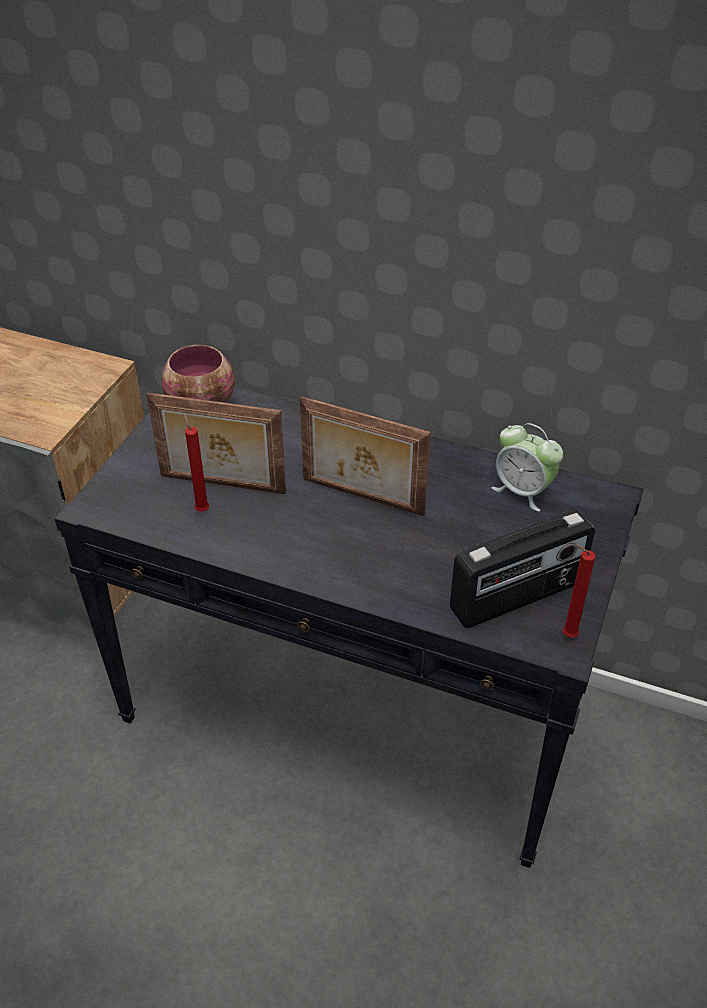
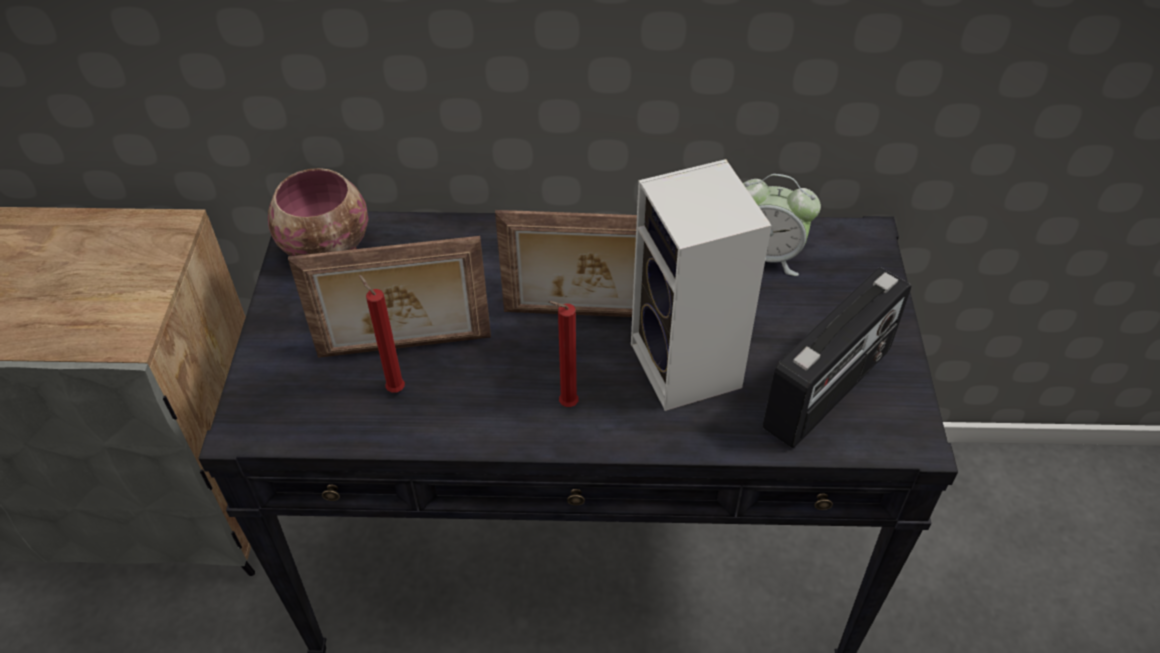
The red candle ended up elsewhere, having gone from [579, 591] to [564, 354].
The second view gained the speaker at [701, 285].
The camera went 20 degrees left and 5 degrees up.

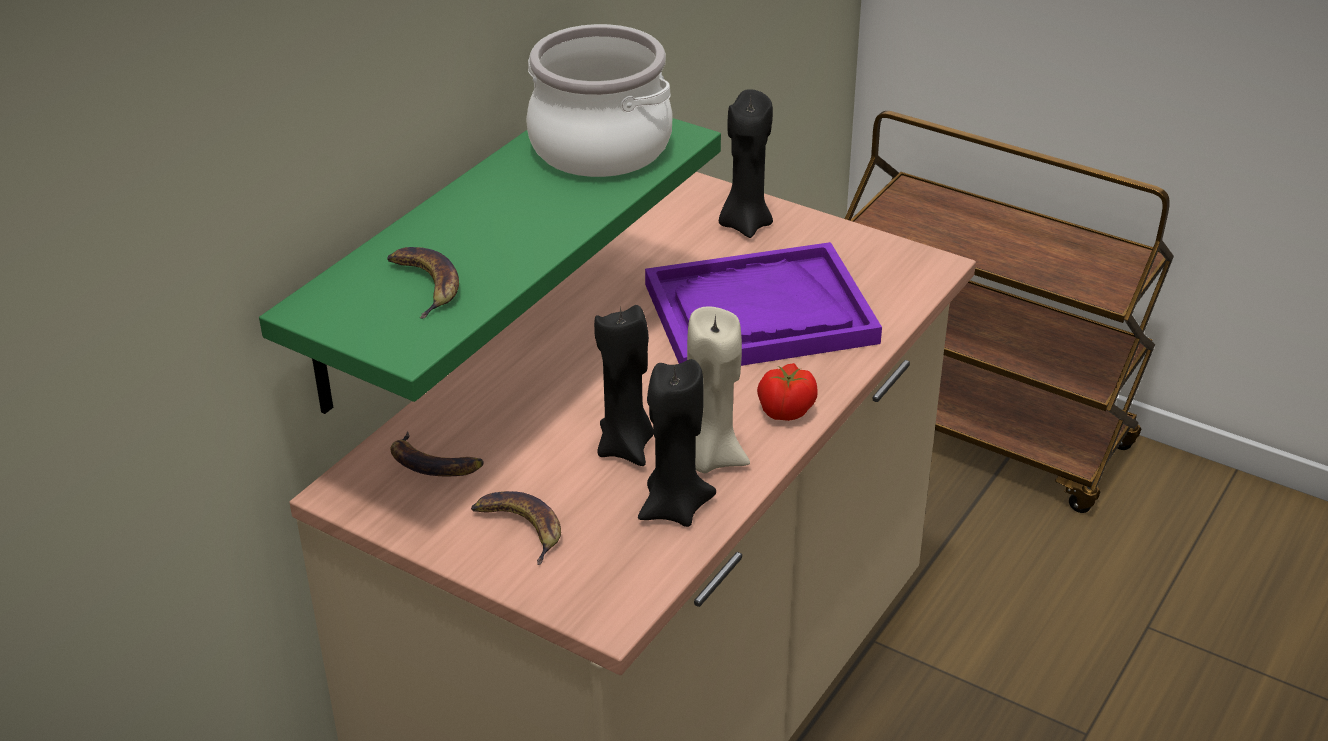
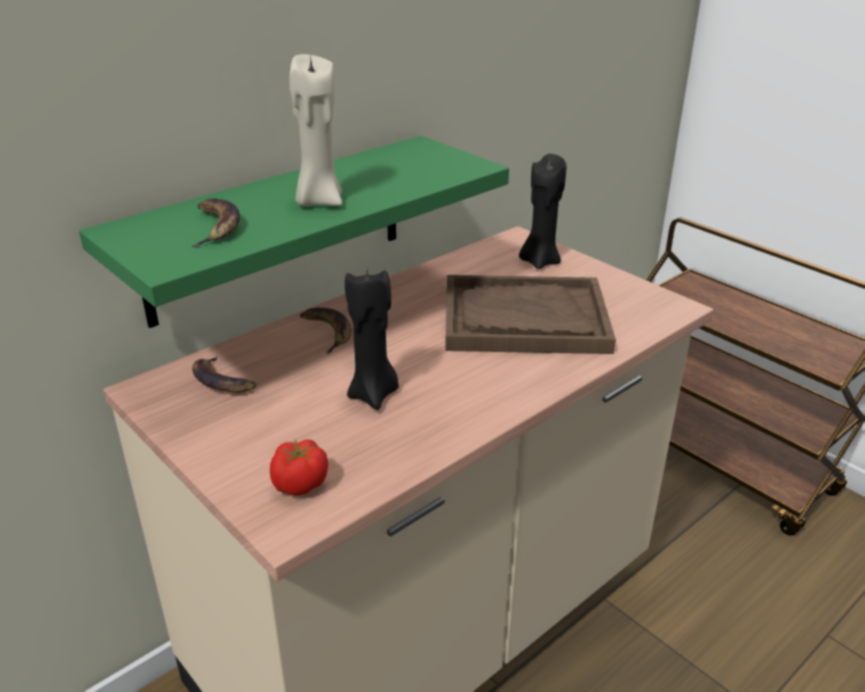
The banana ended up elsewhere, having gone from [516, 528] to [326, 330].
The second view lost the cooking pot at [599, 100].
The second view lost the black candle at [677, 443].
What was the purple tray at [763, 304] turned into the brown tray at [530, 314].
The beige candle ended up elsewhere, having gone from [718, 389] to [315, 130].
The tomato ended up elsewhere, having gone from [787, 392] to [299, 467].
The camera went 15 degrees right and 5 degrees down.

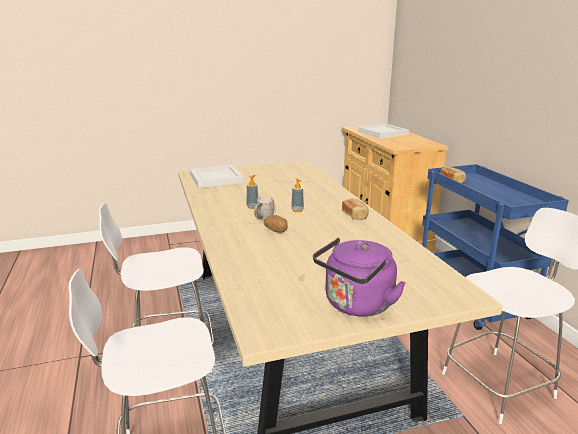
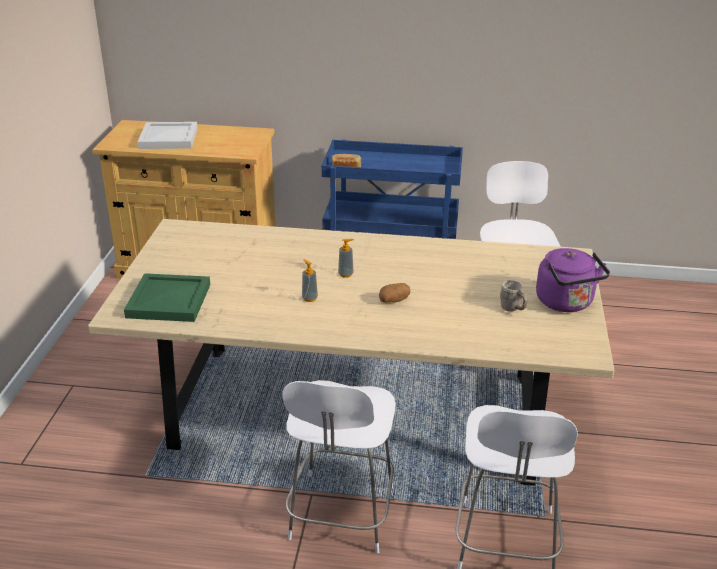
What was the white tray at [217, 176] turned into the green tray at [167, 297].
The grey mug ended up elsewhere, having gone from [264, 208] to [513, 295].
The second view lost the bread at [355, 209].
The camera went 65 degrees left and 10 degrees up.

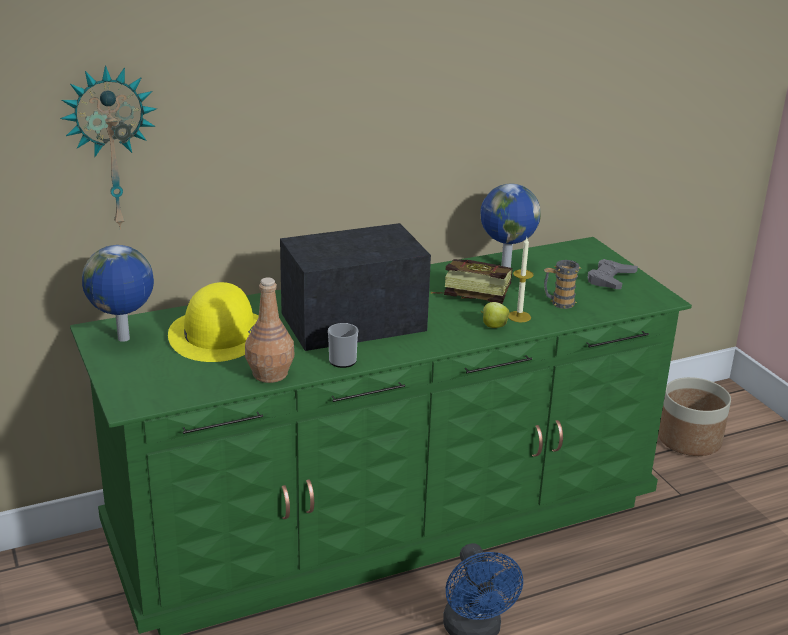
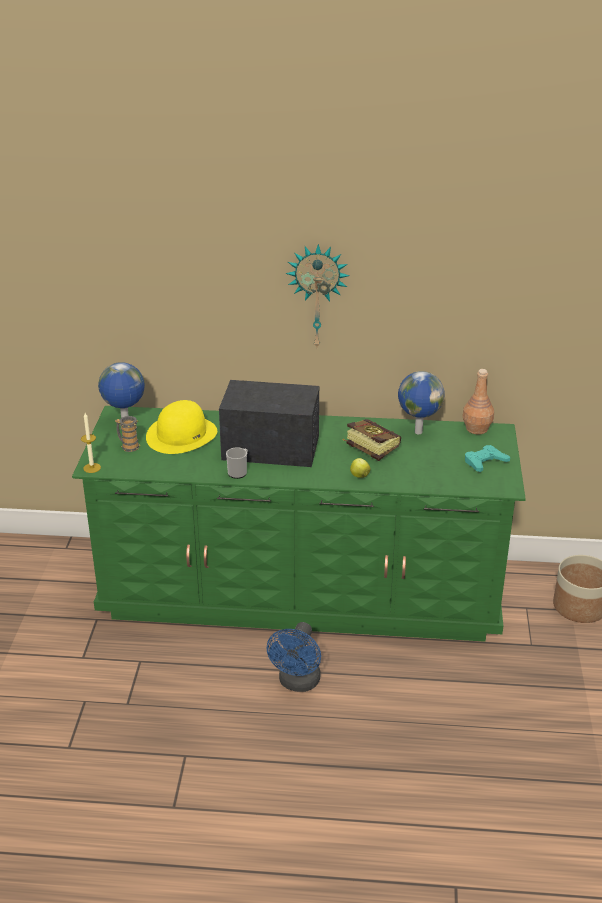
The wall clock ended up elsewhere, having gone from [108, 147] to [318, 296].
The brown bottle ended up elsewhere, having gone from [269, 330] to [478, 402].
The candle ended up elsewhere, having gone from [521, 279] to [91, 443].
The mug ended up elsewhere, having gone from [562, 284] to [127, 434].
What was the grey game controller at [612, 274] turned into the turquoise game controller at [487, 458].
The camera went 30 degrees right and 5 degrees up.

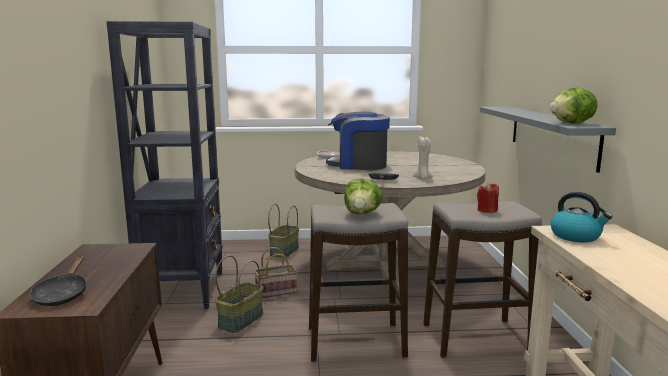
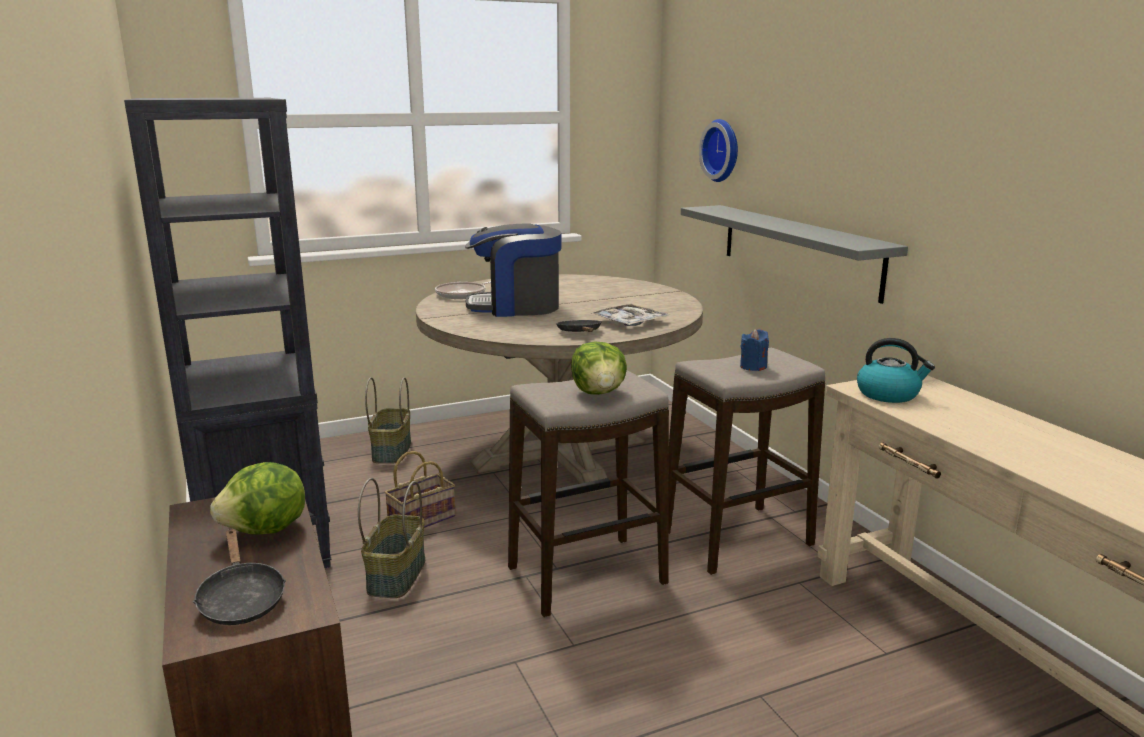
Where the beige candle stood at [423, 157], the tray came to stand at [629, 315].
What was the red candle at [488, 198] turned into the blue candle at [754, 350].
The lettuce ended up elsewhere, having gone from [574, 105] to [257, 498].
The second view gained the wall clock at [718, 150].
The camera went 20 degrees left and 5 degrees up.

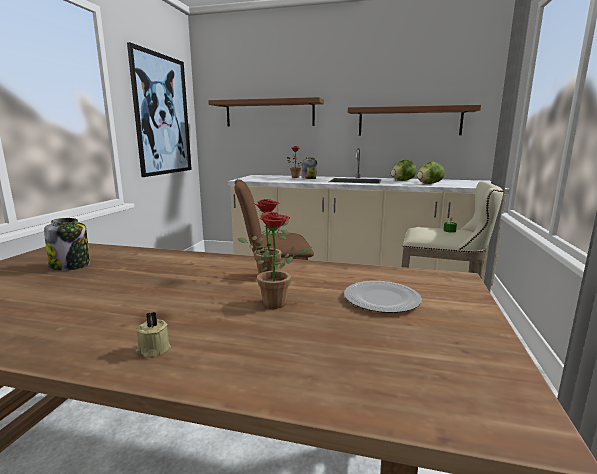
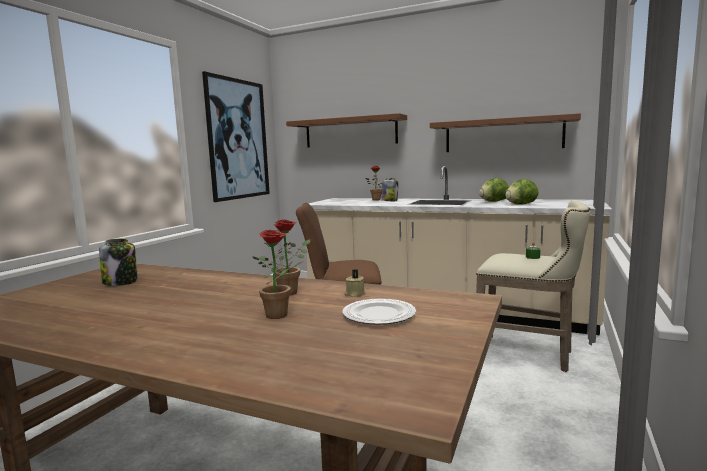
The beige candle ended up elsewhere, having gone from [153, 335] to [354, 283].
The camera went 10 degrees right and 5 degrees down.

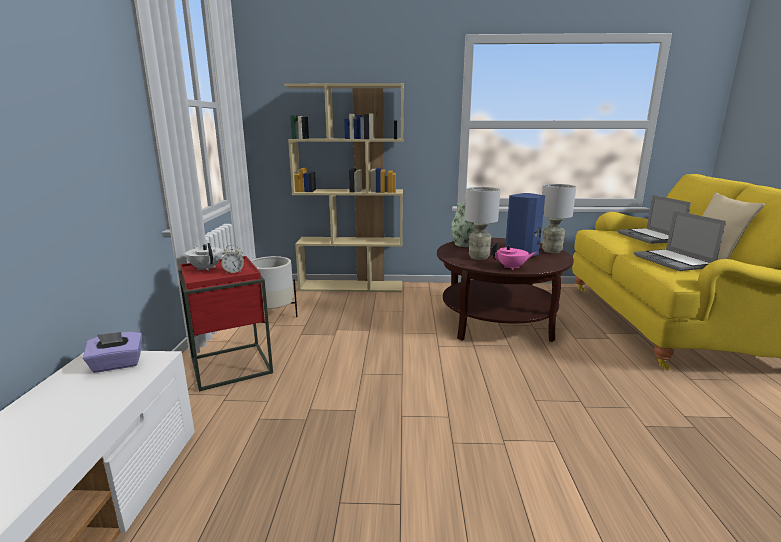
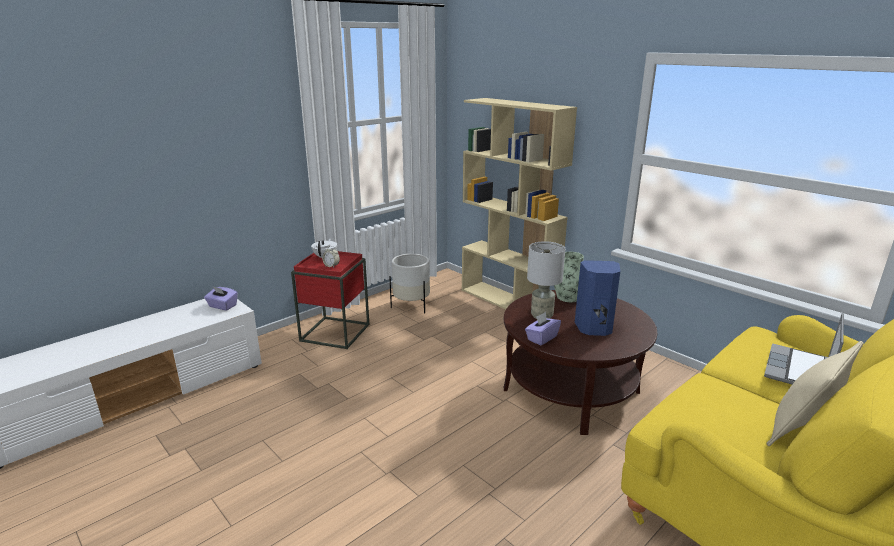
Where the pink teapot stood at [514, 256], the purple tissue box came to stand at [543, 328].
The second view lost the grey table lamp at [559, 218].
The second view lost the laptop at [680, 240].
The camera went 45 degrees right and 5 degrees up.

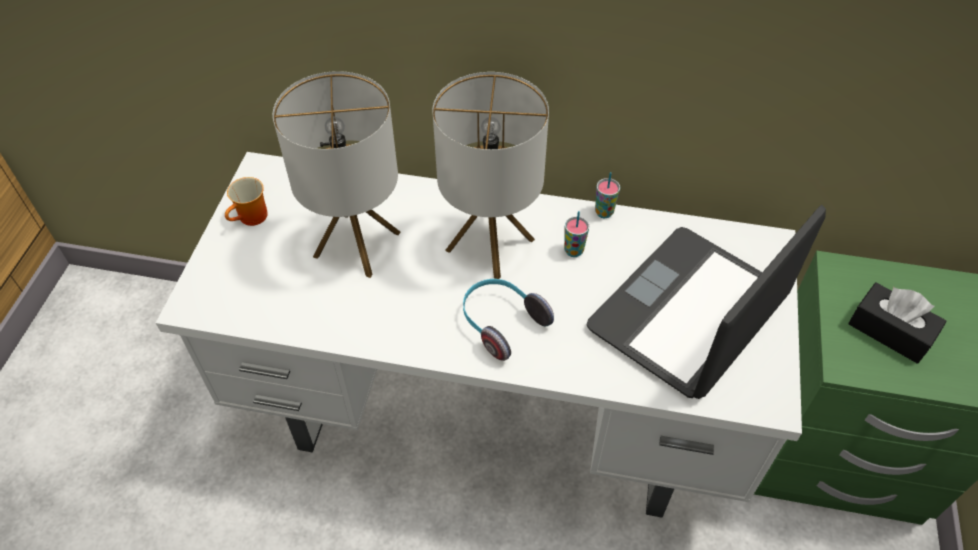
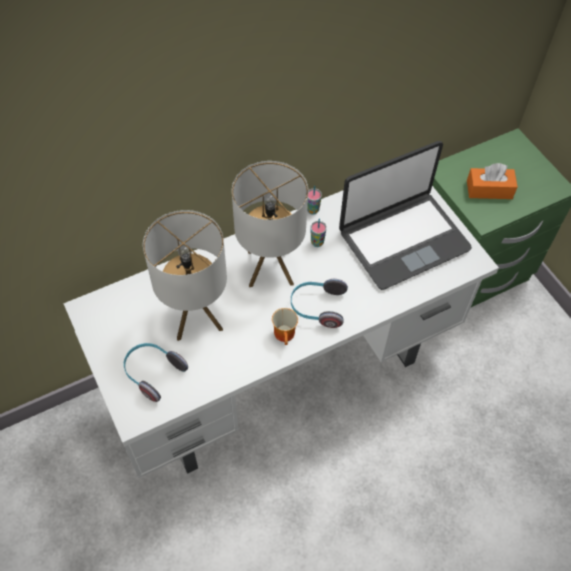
The mug ended up elsewhere, having gone from [246, 201] to [285, 326].
The laptop at [706, 302] ended up facing another way, 120 degrees counterclockwise from before.
What was the black tissue box at [897, 323] turned into the orange tissue box at [492, 181].
The second view gained the headphones at [156, 372].
The camera went 40 degrees left and 5 degrees up.

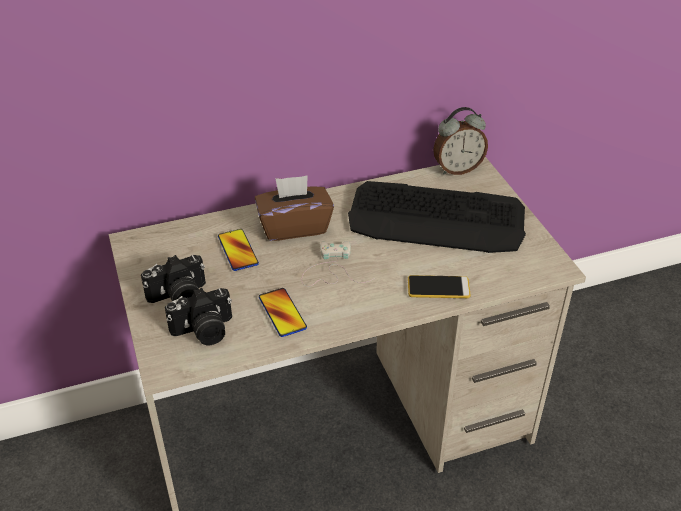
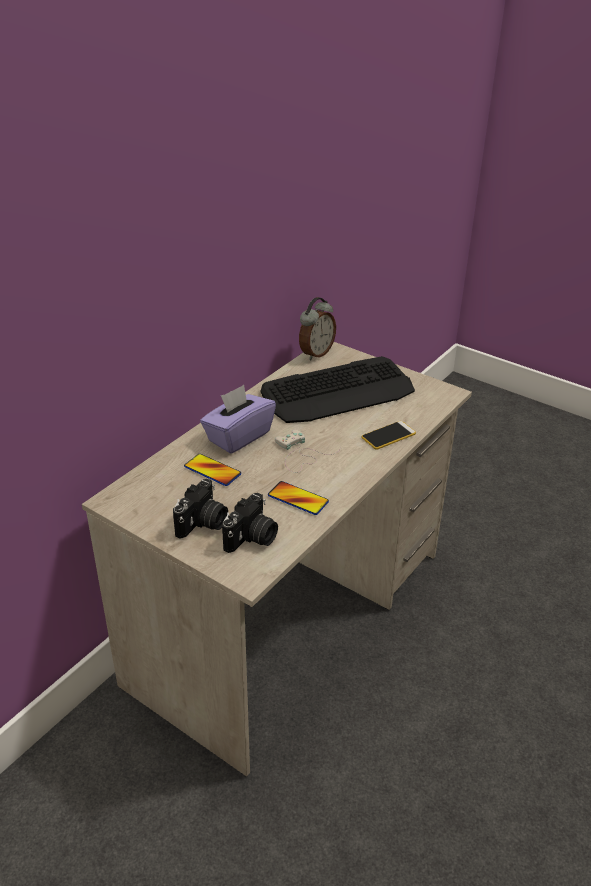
What was the brown tissue box at [294, 208] turned into the purple tissue box at [238, 419].
The camera went 35 degrees left and 5 degrees down.

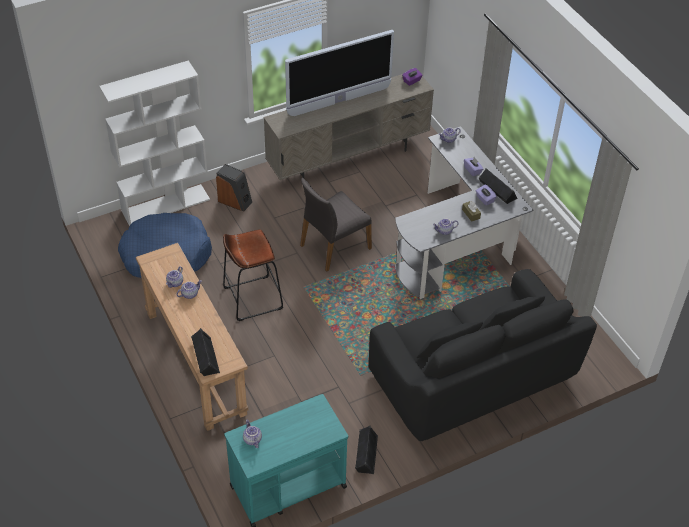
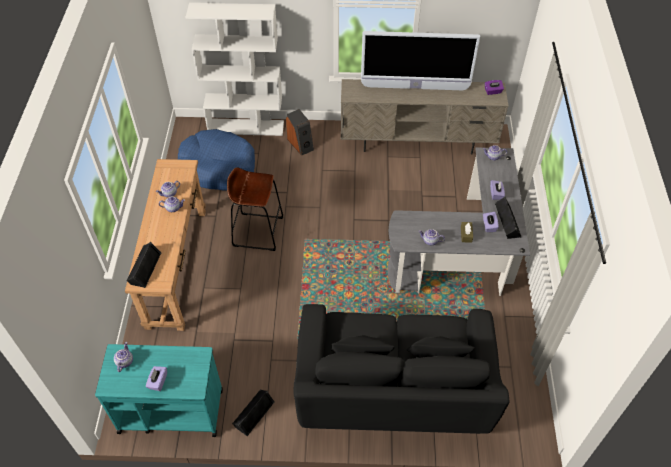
The second view lost the grey chair at [336, 224].
The second view gained the purple tissue box at [156, 378].
The camera went 30 degrees right and 5 degrees up.

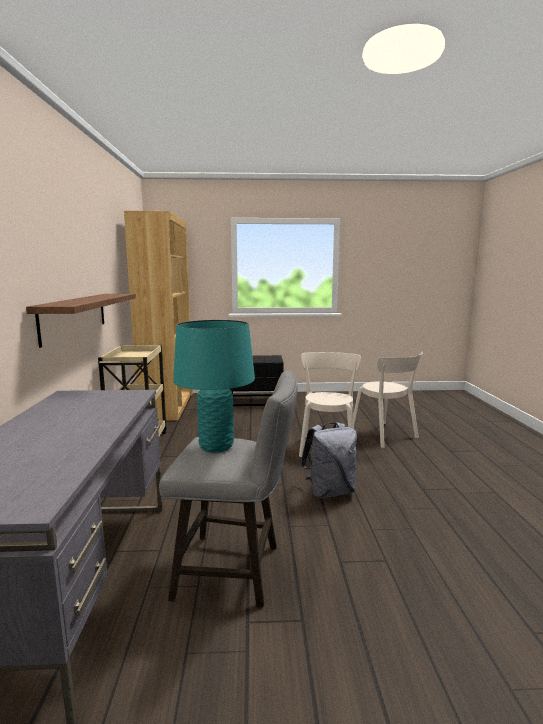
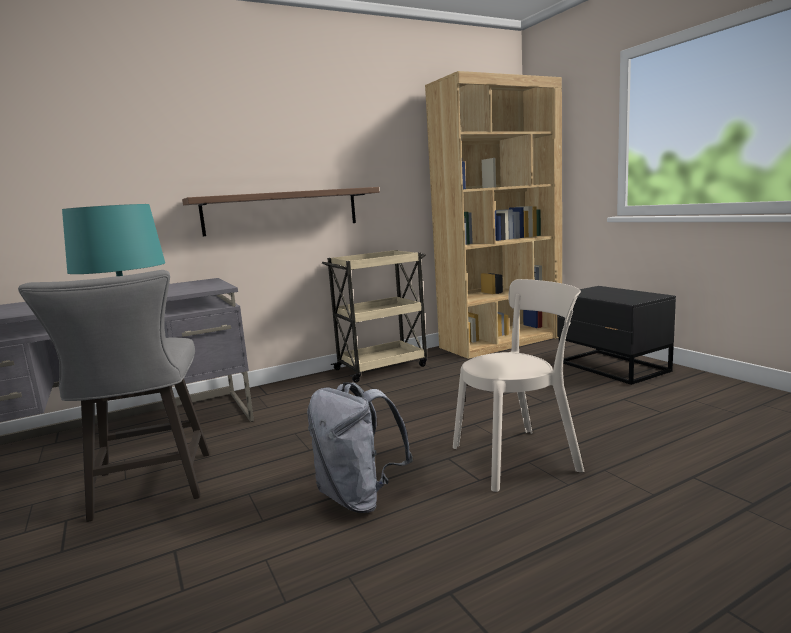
The second view lost the beige chair at [388, 400].
The camera went 65 degrees right and 0 degrees up.

